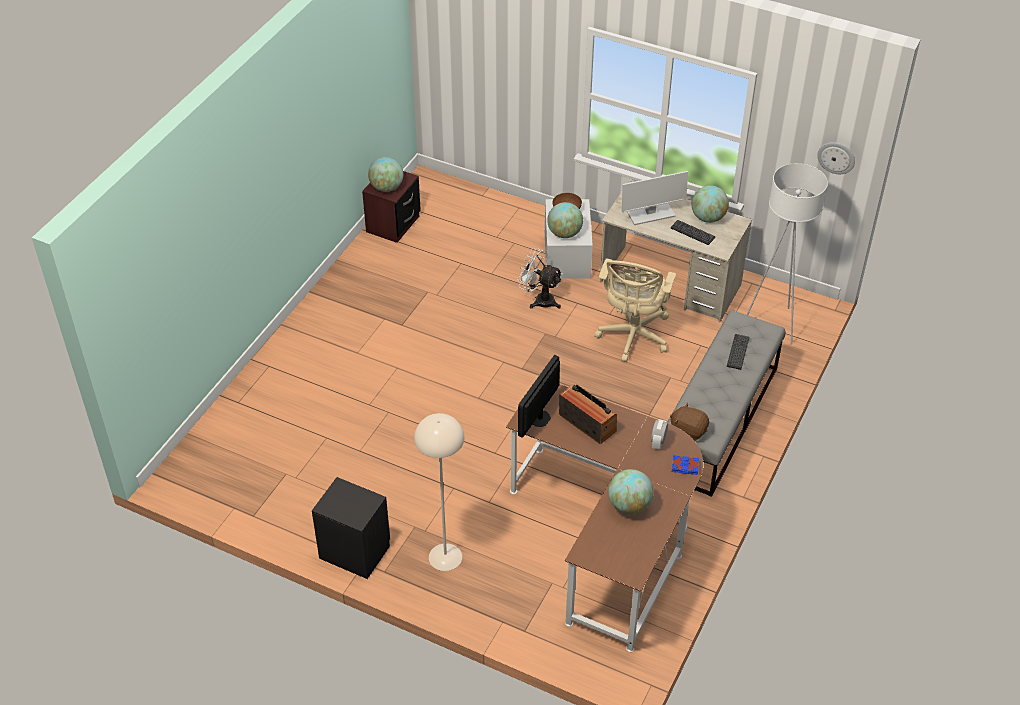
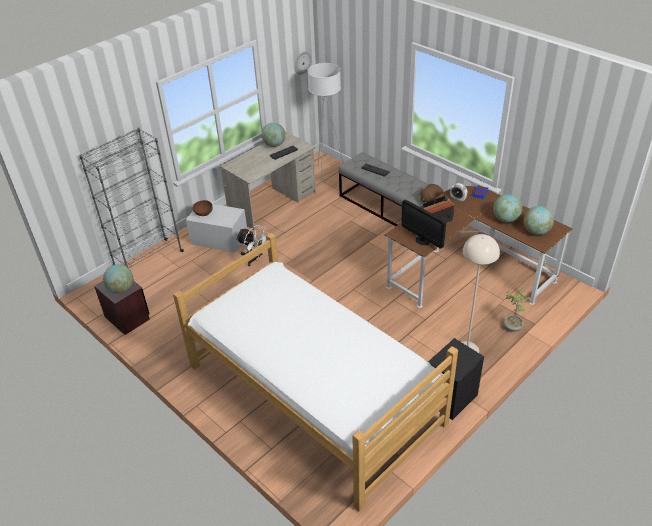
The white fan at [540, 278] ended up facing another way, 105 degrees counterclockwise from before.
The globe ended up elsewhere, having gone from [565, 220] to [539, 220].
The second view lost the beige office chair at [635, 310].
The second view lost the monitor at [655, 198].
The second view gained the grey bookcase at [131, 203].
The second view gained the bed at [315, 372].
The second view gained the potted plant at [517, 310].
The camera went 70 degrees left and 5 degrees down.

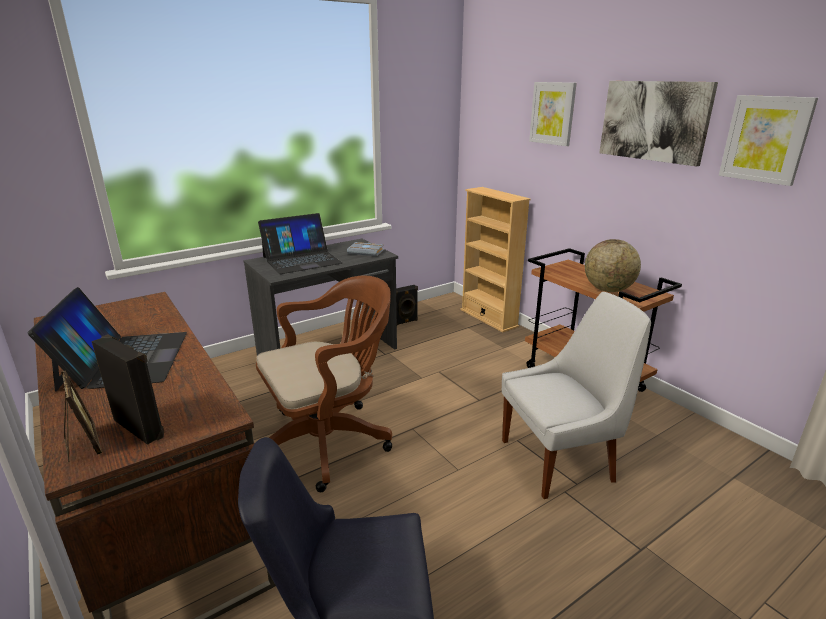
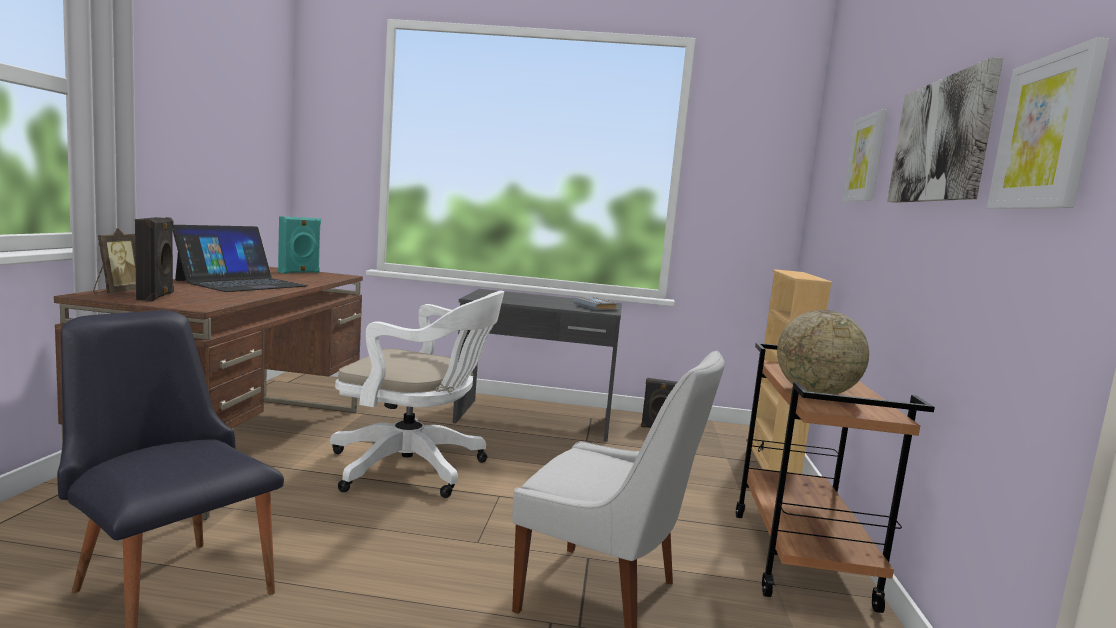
What was the brown office chair at [324, 383] turned into the white office chair at [417, 394].
The second view lost the laptop at [300, 243].
The second view gained the turquoise speaker at [299, 244].
The camera went 40 degrees right and 15 degrees down.

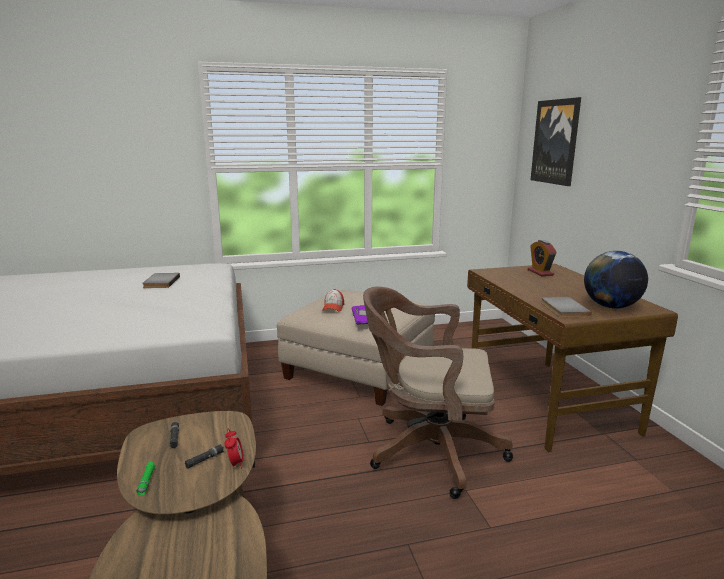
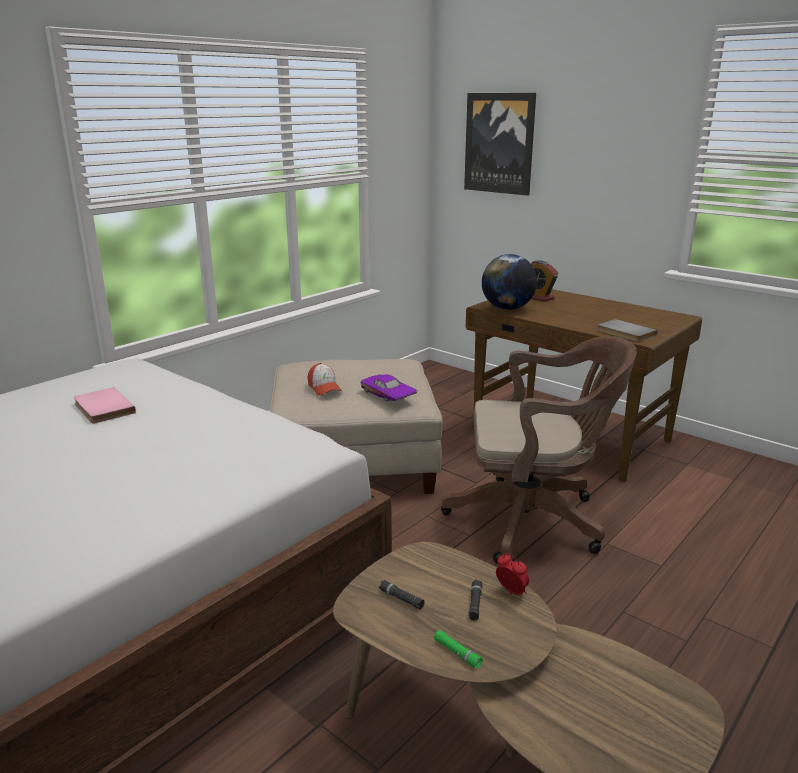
What was the grey book at [161, 280] turned into the pink book at [105, 405].
The brown office chair at [438, 393] ended up facing another way, 150 degrees counterclockwise from before.
The globe ended up elsewhere, having gone from [616, 279] to [509, 282].
The camera went 35 degrees left and 5 degrees up.

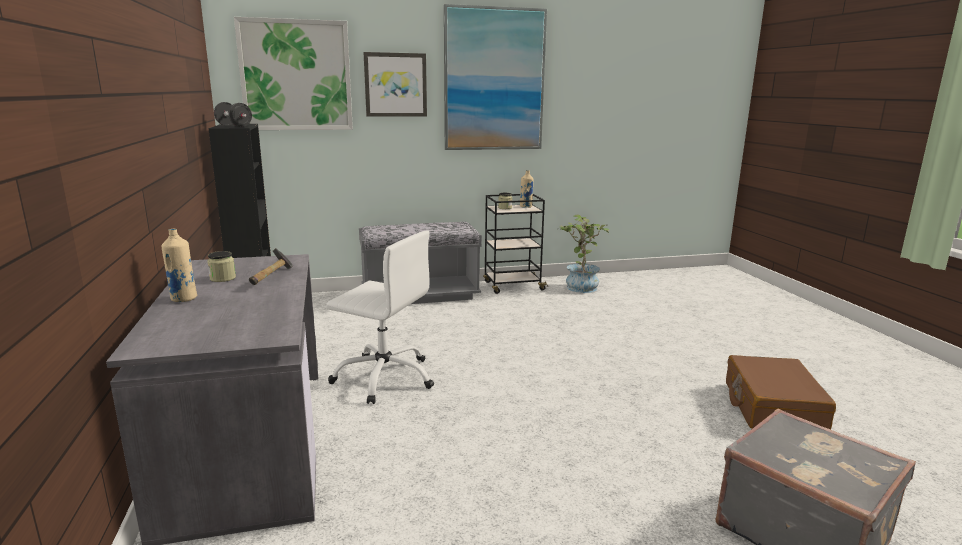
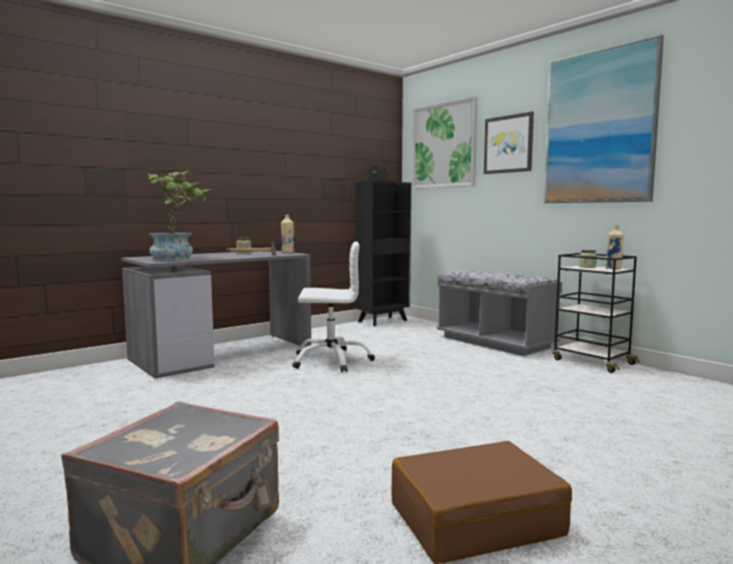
The beige bottle ended up elsewhere, having gone from [179, 265] to [288, 234].
The white office chair at [380, 317] ended up facing another way, 90 degrees counterclockwise from before.
The potted plant ended up elsewhere, having gone from [584, 253] to [180, 216].
The camera went 65 degrees right and 10 degrees down.

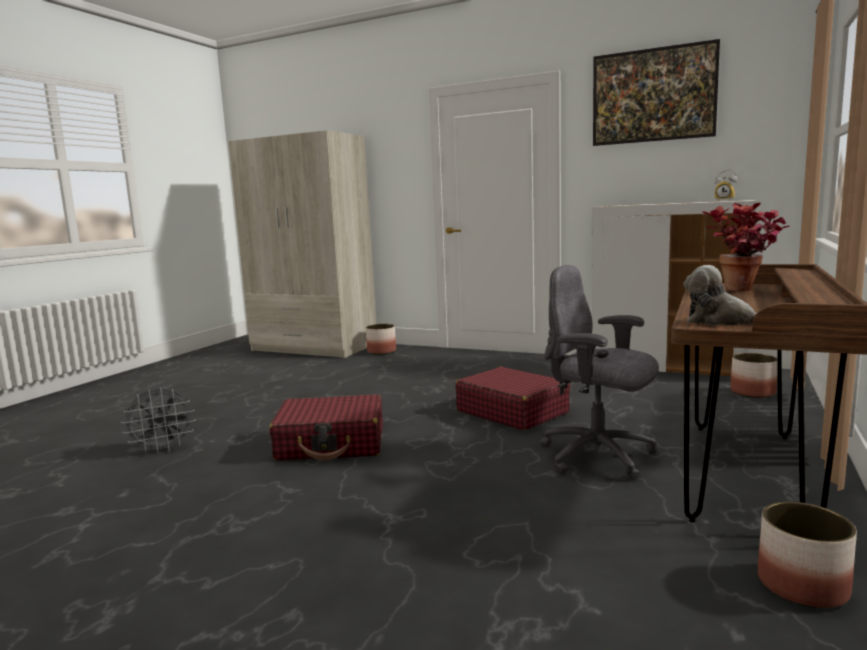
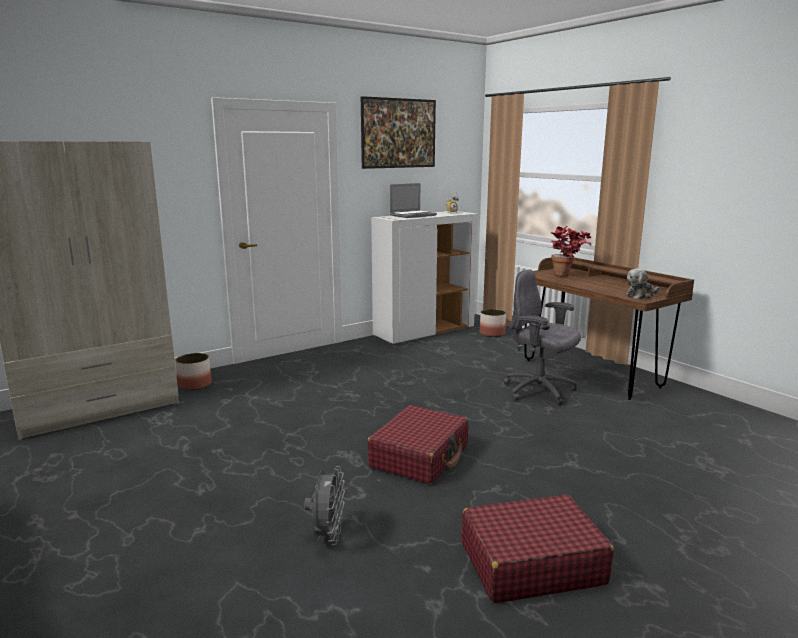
The red suitcase ended up elsewhere, having gone from [513, 398] to [537, 548].
The grey office chair at [599, 372] ended up facing another way, 60 degrees clockwise from before.
The second view lost the planter at [807, 555].
The second view gained the laptop at [413, 200].
The camera went 60 degrees left and 5 degrees up.

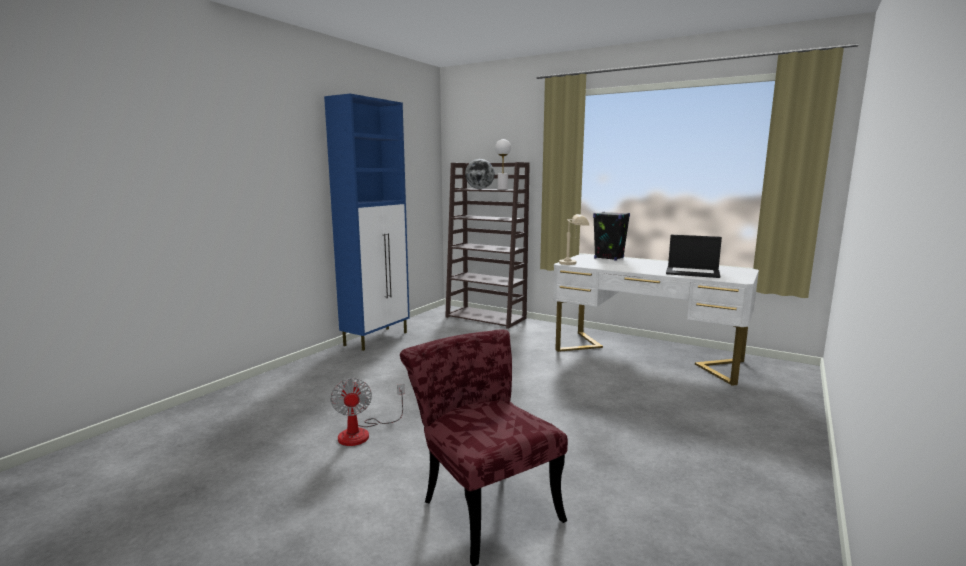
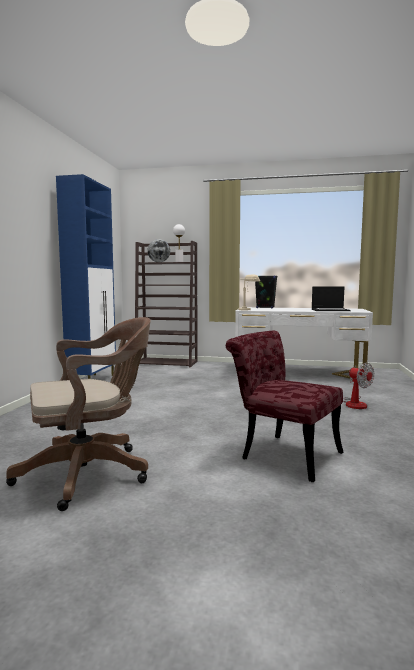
The fan ended up elsewhere, having gone from [367, 412] to [358, 386].
The second view gained the brown office chair at [78, 414].
The camera went 20 degrees left and 5 degrees down.

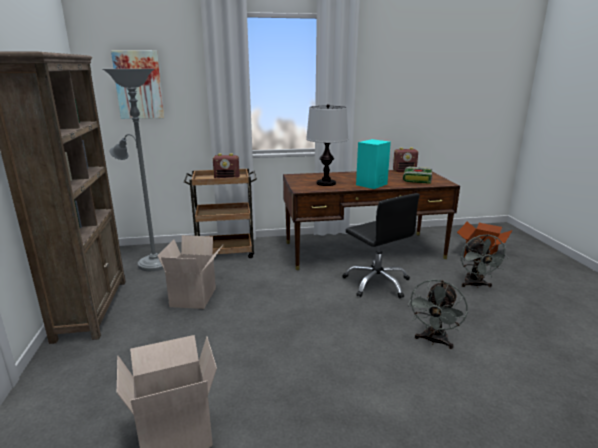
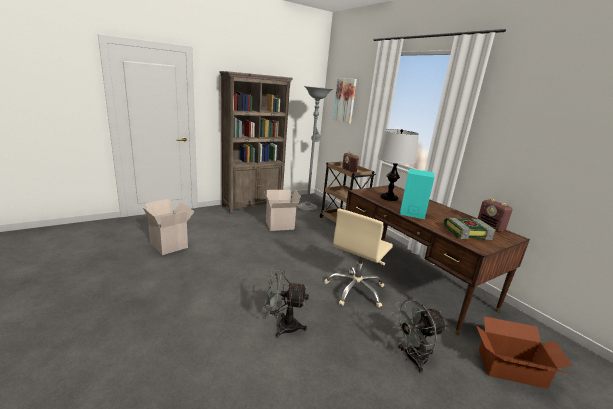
What was the black office chair at [381, 245] turned into the beige office chair at [358, 258].
The camera went 65 degrees right and 0 degrees up.

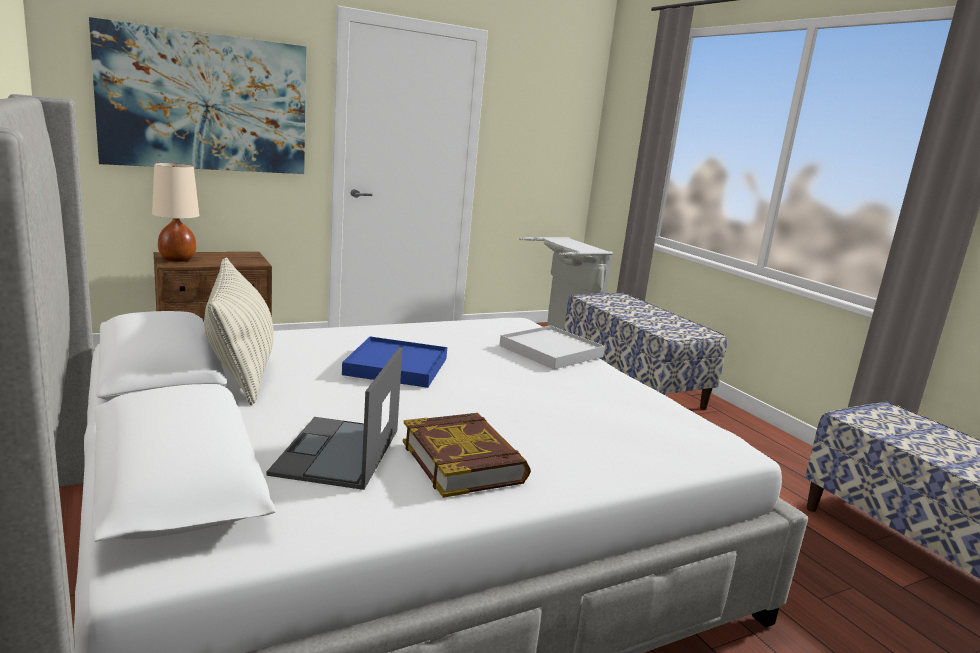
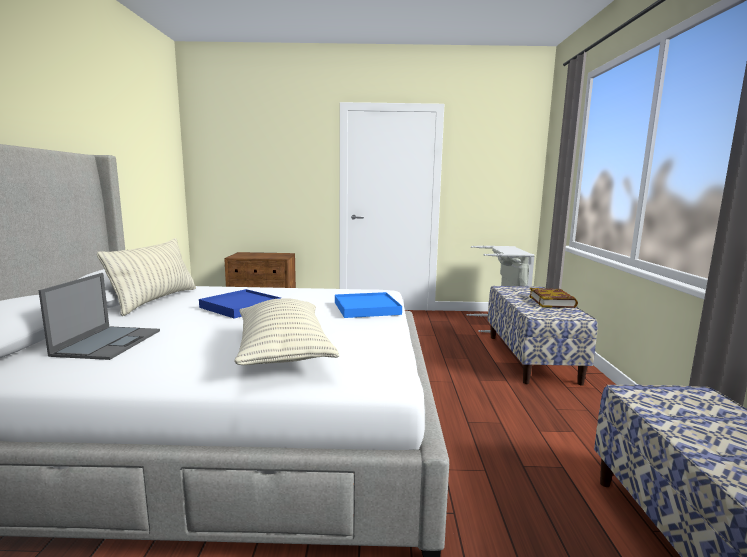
The second view lost the picture at [197, 95].
The second view lost the beige table lamp at [175, 212].
The laptop at [334, 418] ended up facing another way, 150 degrees clockwise from before.
The book ended up elsewhere, having gone from [467, 455] to [553, 298].
What was the white tray at [552, 347] turned into the blue tray at [368, 305].
The second view gained the pillow at [287, 331].
The camera went 30 degrees right and 5 degrees down.

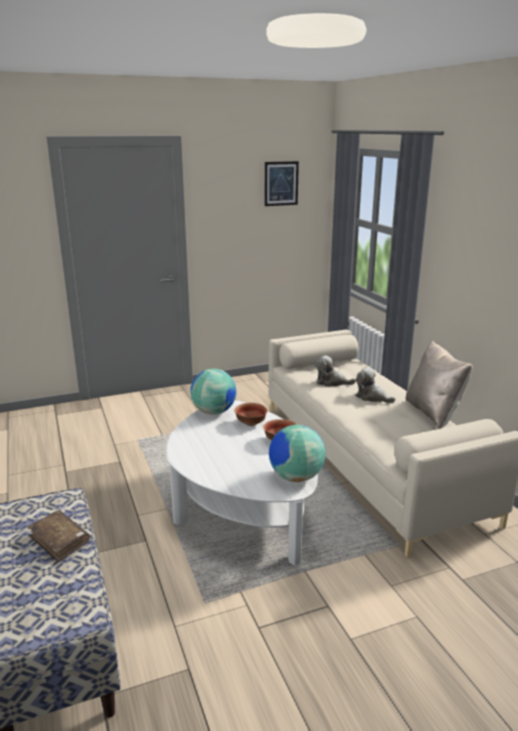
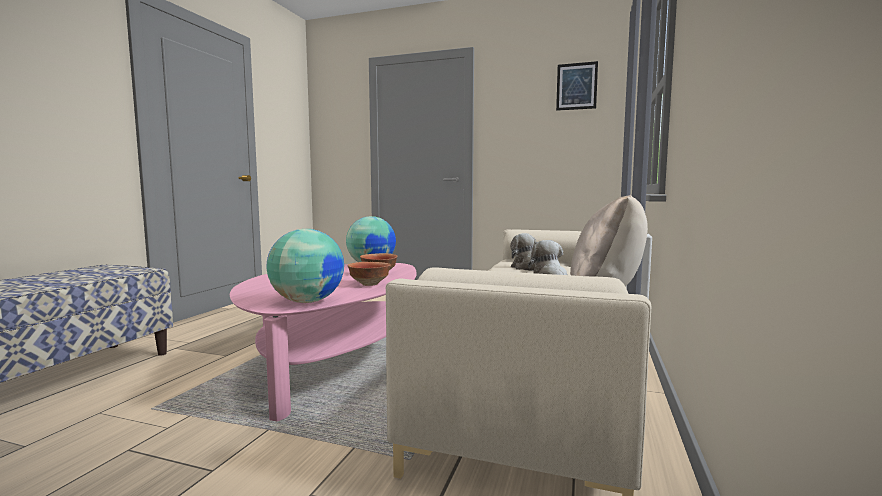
The second view lost the brown book at [59, 536].
What was the white coffee table at [242, 483] turned into the pink coffee table at [323, 342].
The camera went 40 degrees right and 15 degrees down.

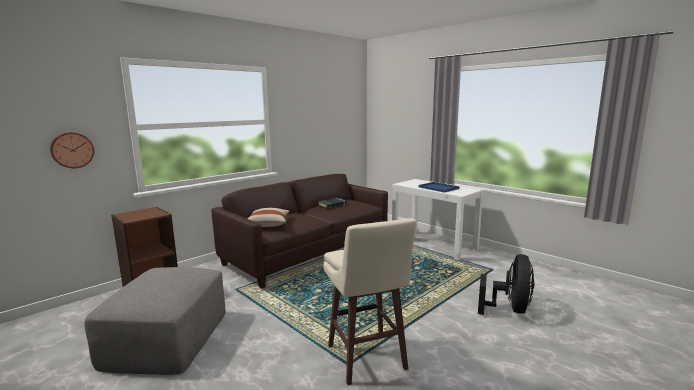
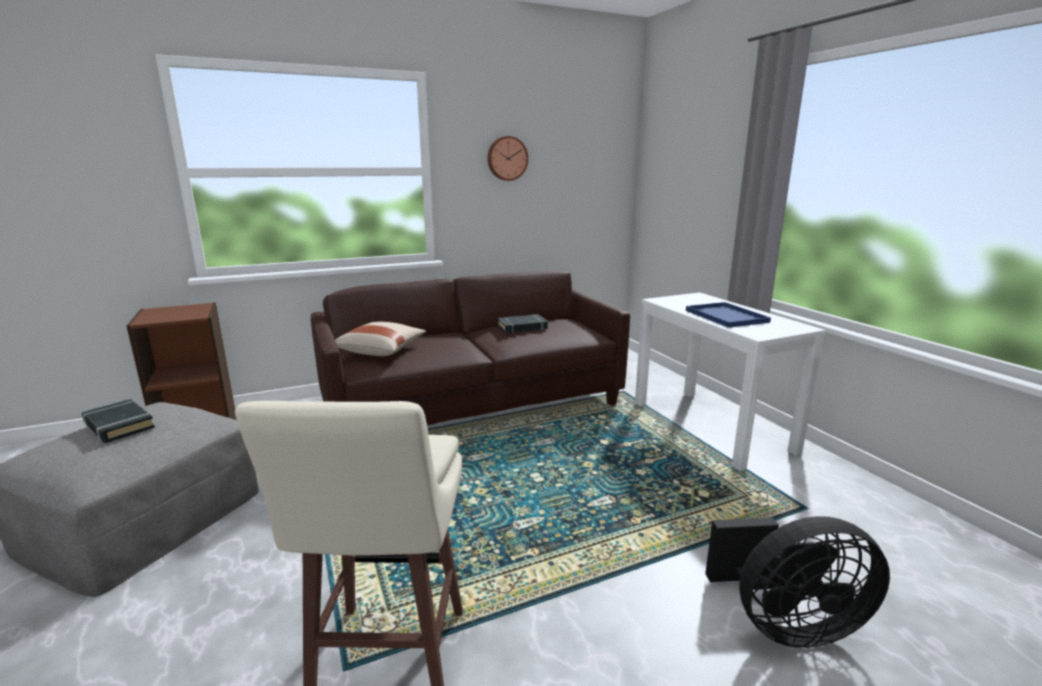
The wall clock ended up elsewhere, having gone from [72, 150] to [508, 158].
The black fan at [506, 284] ended up facing another way, 45 degrees clockwise from before.
The second view gained the black book at [118, 421].
The camera went 20 degrees right and 5 degrees up.

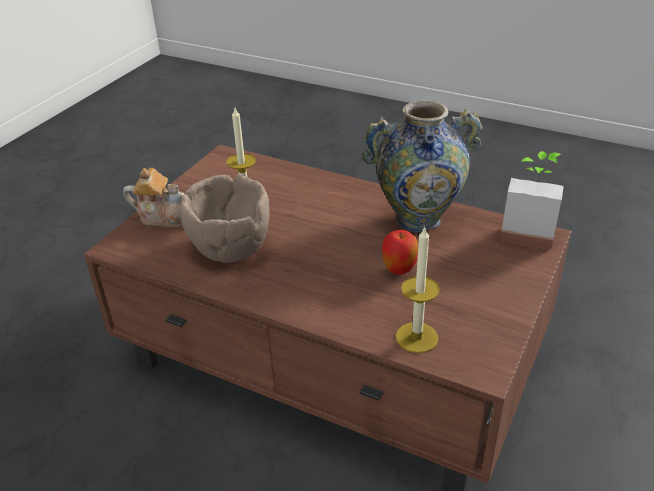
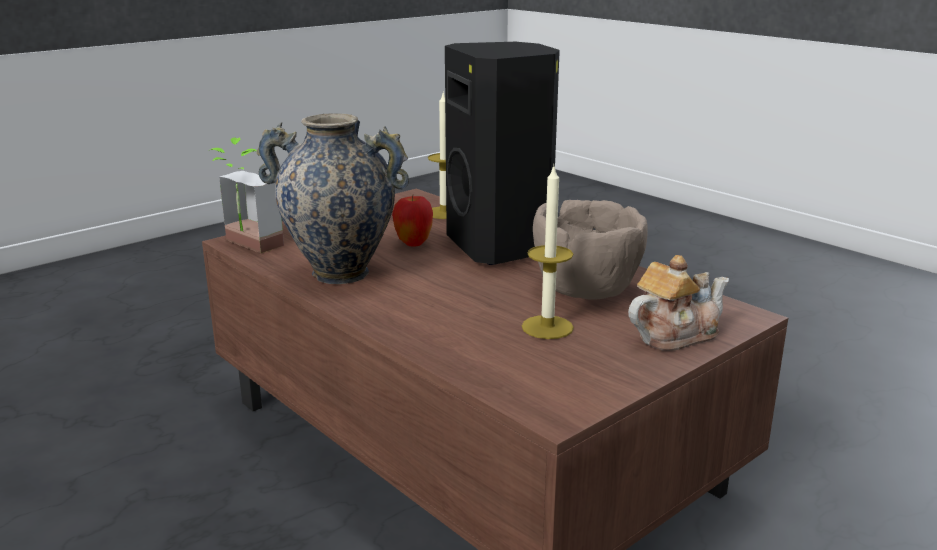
The teapot at [153, 198] ended up facing another way, 120 degrees clockwise from before.
The second view gained the black speaker at [502, 153].
The camera went 160 degrees left and 15 degrees down.

